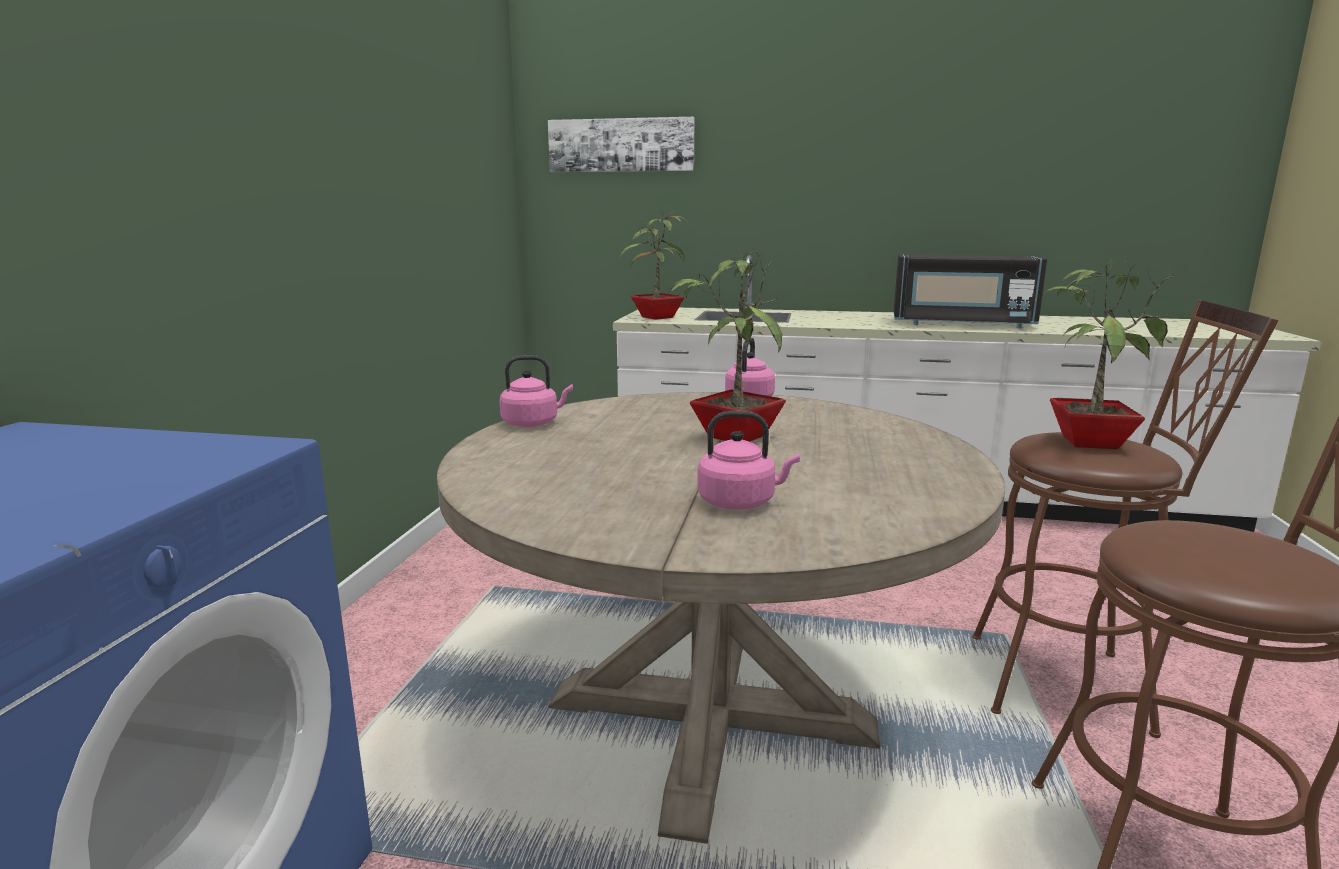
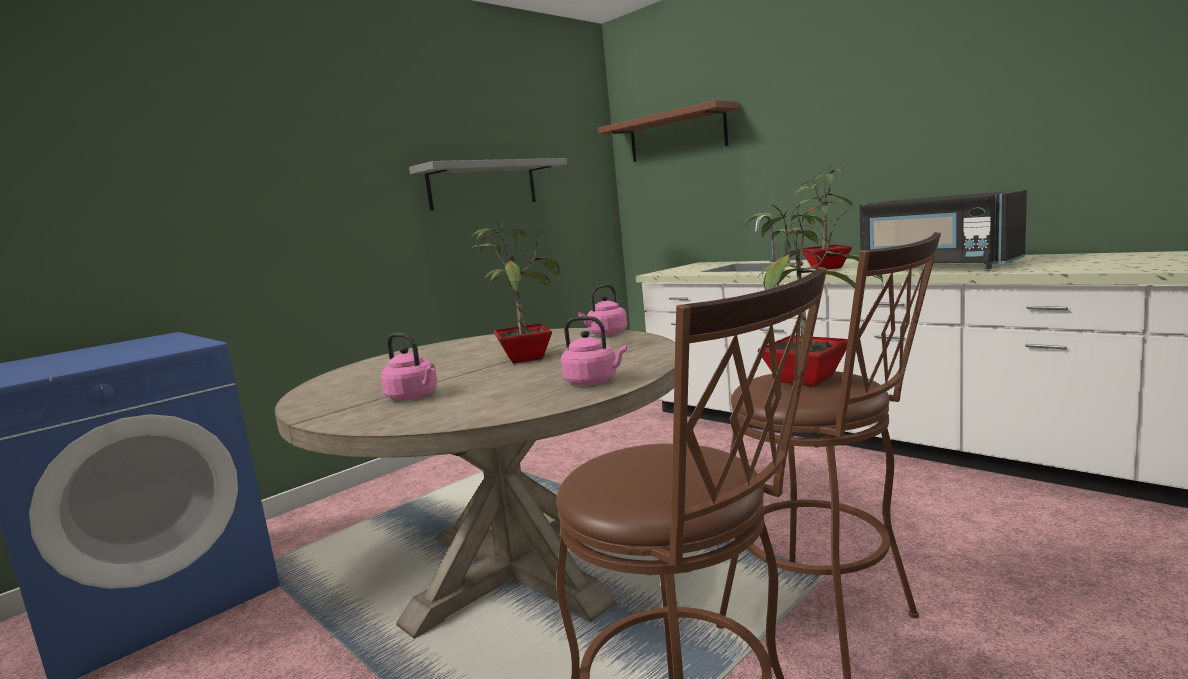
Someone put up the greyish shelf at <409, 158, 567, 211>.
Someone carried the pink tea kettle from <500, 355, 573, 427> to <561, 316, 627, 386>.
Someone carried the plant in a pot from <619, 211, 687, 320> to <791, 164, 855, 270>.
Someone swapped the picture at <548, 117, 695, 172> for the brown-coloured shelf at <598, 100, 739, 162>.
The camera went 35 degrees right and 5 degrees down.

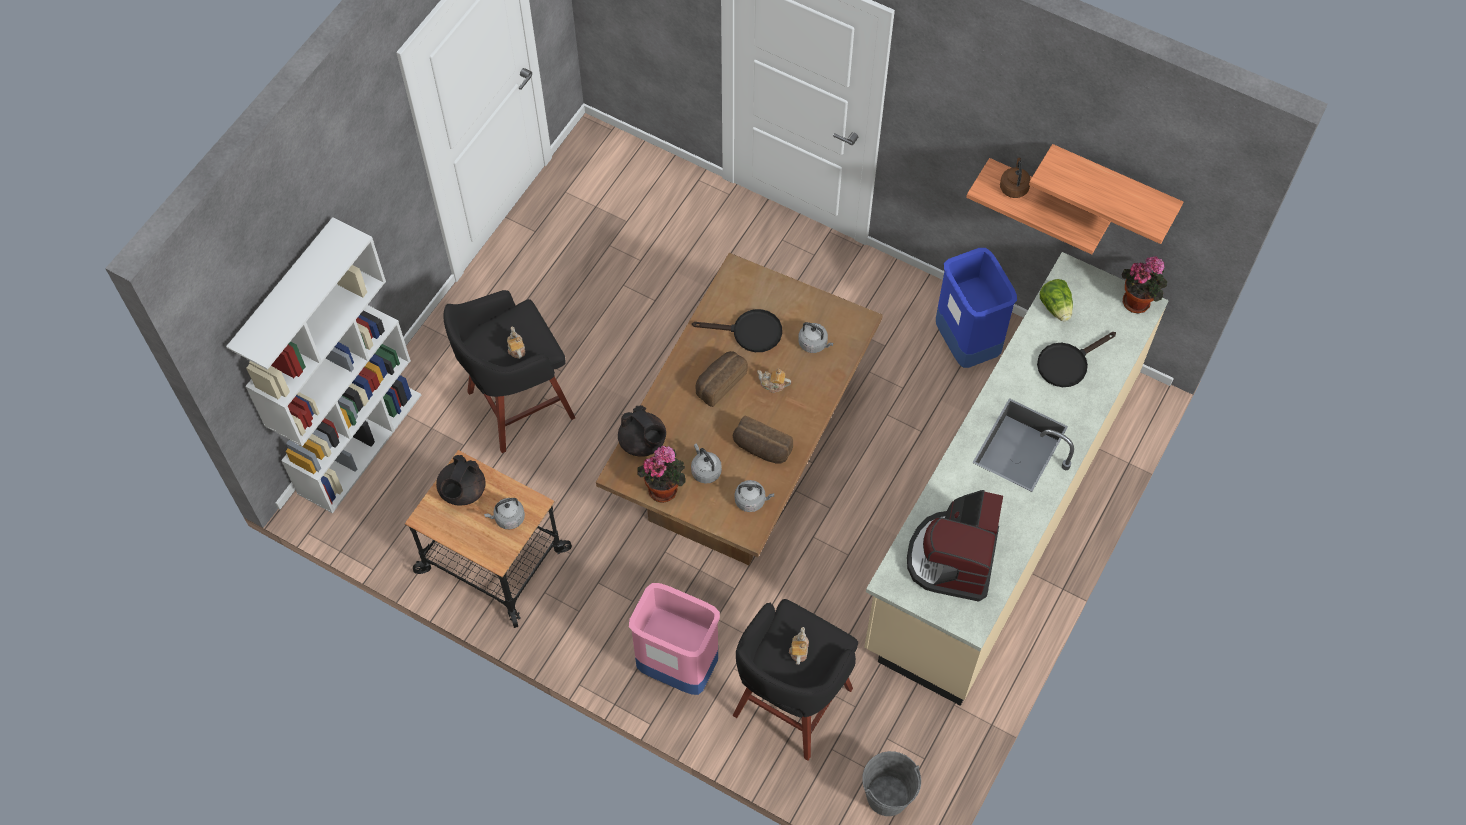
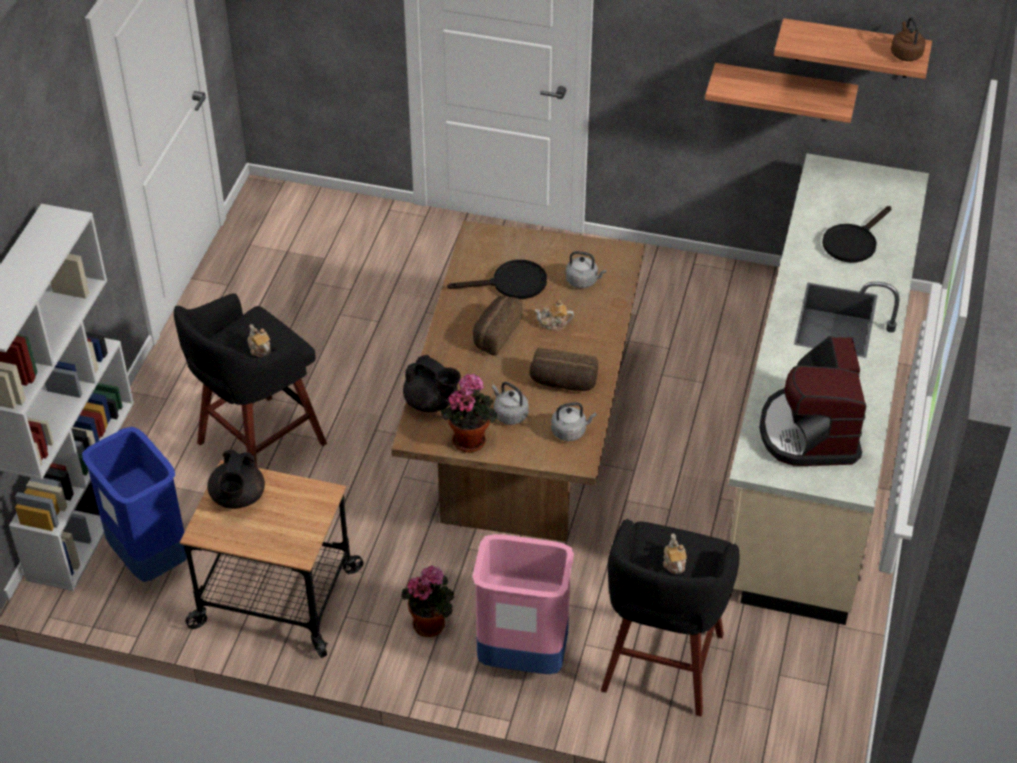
Someone took away the greyish tea kettle at <484, 498, 525, 530>.
Someone took away the greyish water bucket at <862, 751, 921, 816>.
Someone took away the head of lettuce at <1040, 279, 1073, 321>.
Someone carried the bluish rubbish bin from <936, 248, 1017, 368> to <82, 427, 187, 582>.
Someone carried the brown-coloured tea kettle from <1000, 158, 1031, 198> to <891, 17, 926, 61>.
Someone carried the plant in a pot from <1121, 256, 1167, 313> to <401, 565, 454, 637>.
The camera went 15 degrees left and 15 degrees down.

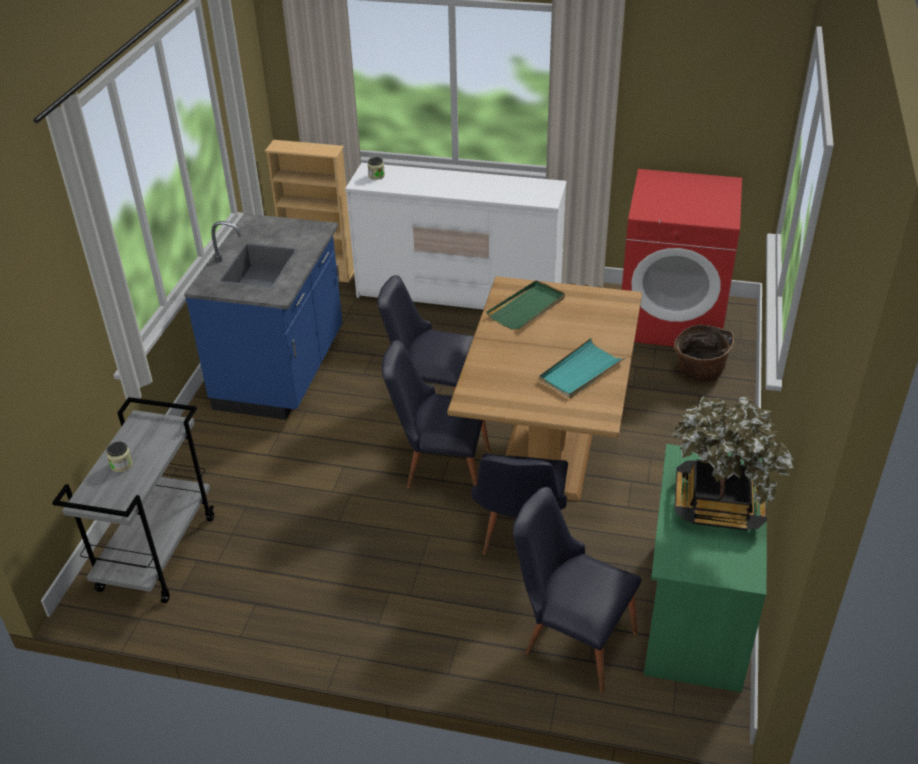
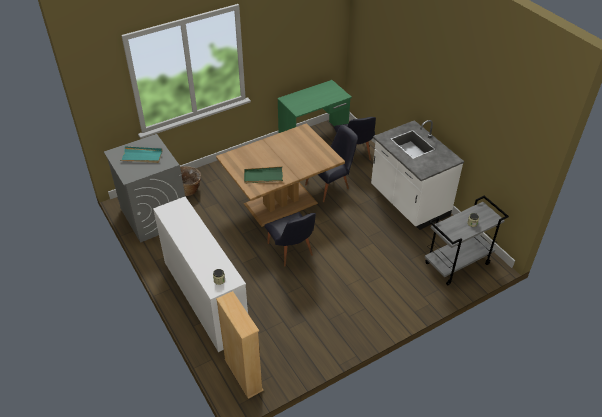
Someone took away the bluish kitchen base unit at <184, 214, 343, 420>.
Someone took away the blackish upright chair at <382, 340, 491, 489>.
Someone took away the plant in a pot at <672, 396, 794, 530>.
Someone put down the whitish kitchen base unit at <371, 120, 464, 230>.
Someone carried the turquoise-coloured carrying tray from <539, 338, 626, 398> to <120, 146, 163, 163>.
Someone repainted the red-coloured laundry appliance at <622, 169, 742, 347>, which became the greyish laundry appliance at <104, 134, 185, 243>.
The camera went 135 degrees left and 5 degrees up.

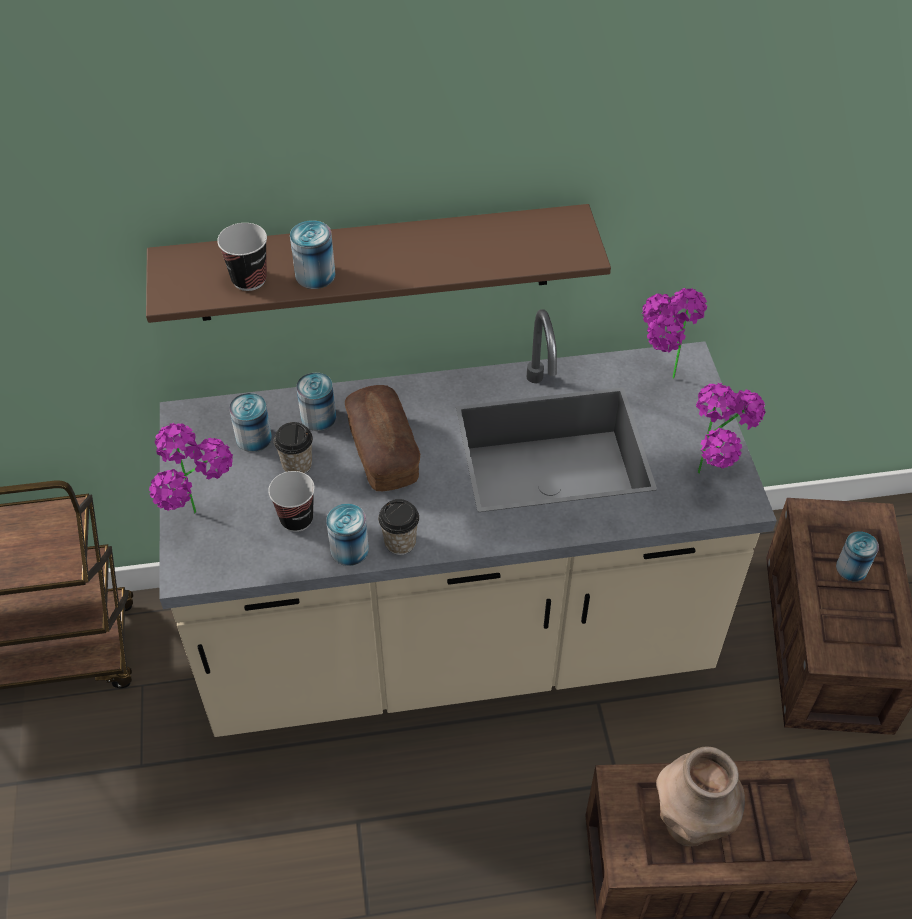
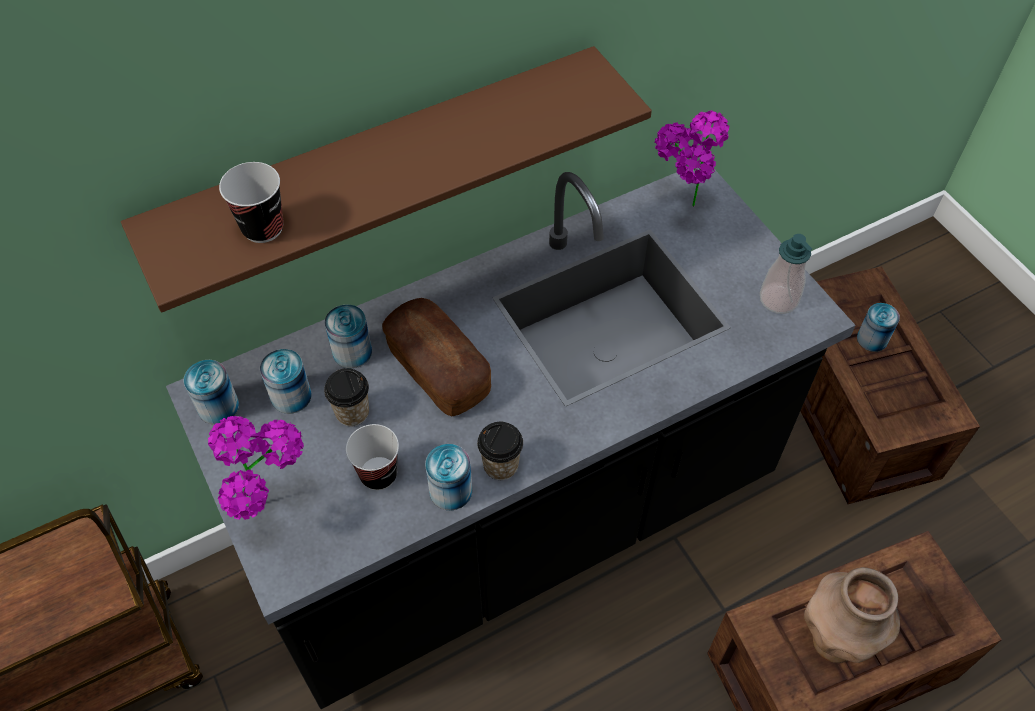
Someone carried the can from <290, 220, 336, 289> to <184, 360, 239, 425>.
Someone swapped the plant in a pot at <696, 382, 766, 474> for the liquid soap bottle at <760, 234, 812, 314>.
Someone repainted the beige-coloured kitchen base unit at <160, 309, 777, 737>, which became the blackish kitchen base unit at <166, 162, 856, 709>.
The camera went 20 degrees left and 5 degrees up.

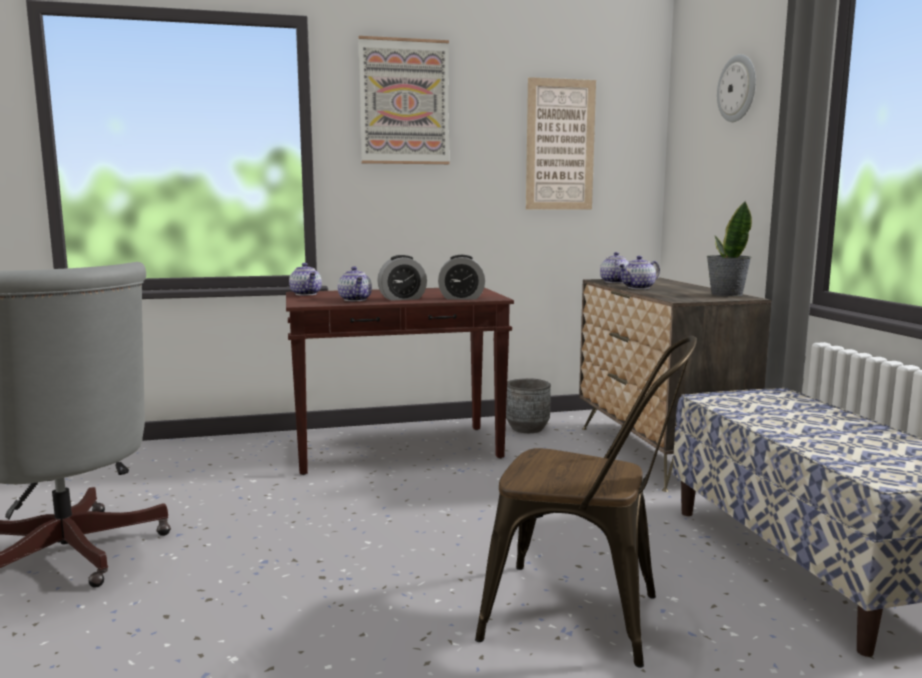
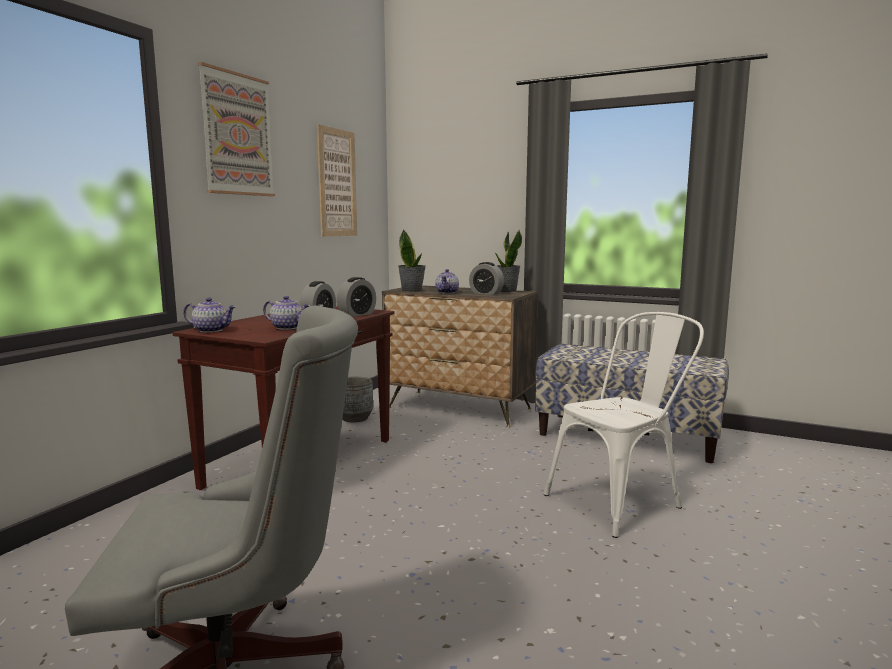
Someone took away the hanging clock at <717, 54, 756, 122>.
Someone put down the bedside clock at <469, 262, 504, 295>.
Someone swapped the tea pot at <600, 252, 629, 283> for the plant in a pot at <398, 229, 426, 292>.
Someone repainted the brown-coloured upright chair at <475, 336, 697, 668>, which became the whitish upright chair at <544, 312, 704, 538>.
The camera went 50 degrees left and 0 degrees up.

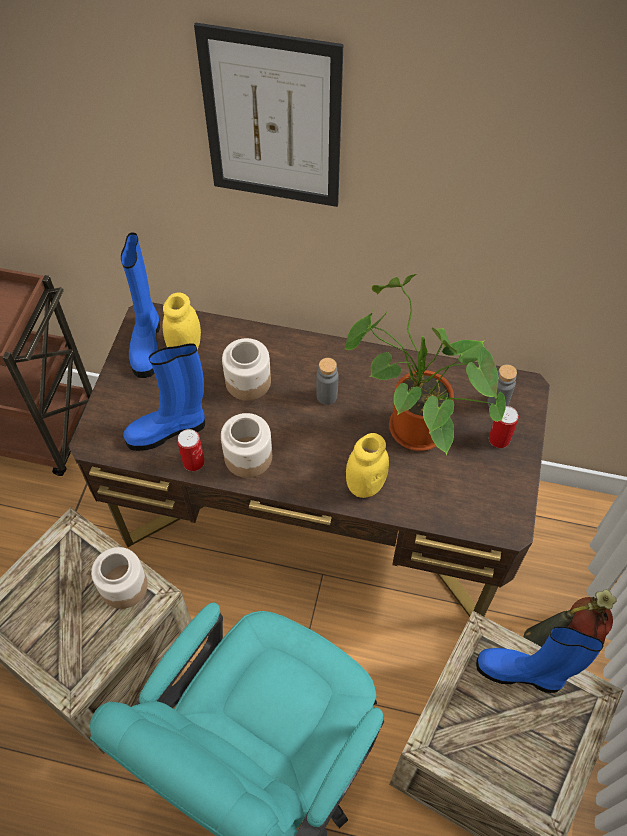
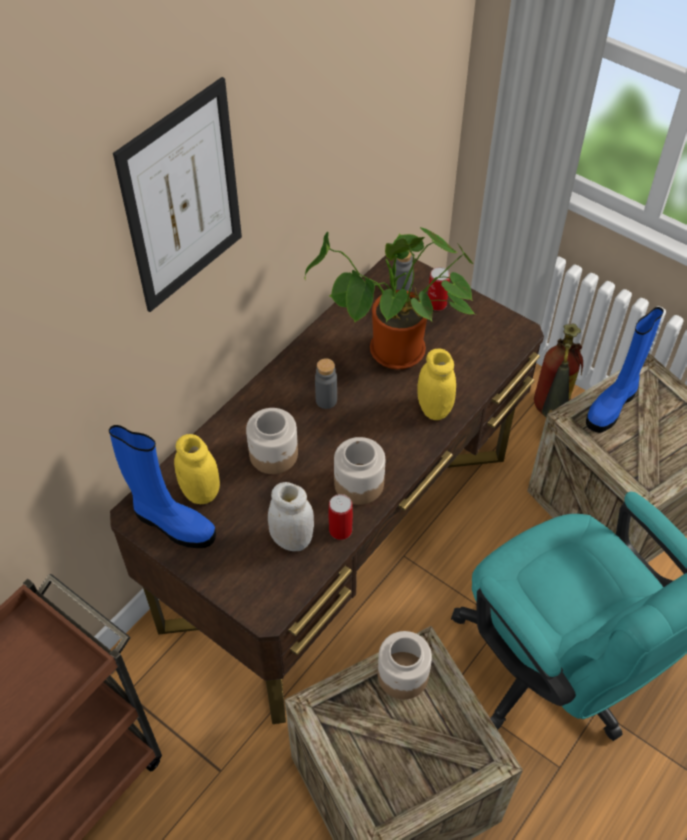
Someone swapped the bluish tall boot at <123, 343, 205, 451> for the whitish storage jar at <268, 482, 314, 551>.
The camera went 65 degrees left and 5 degrees down.

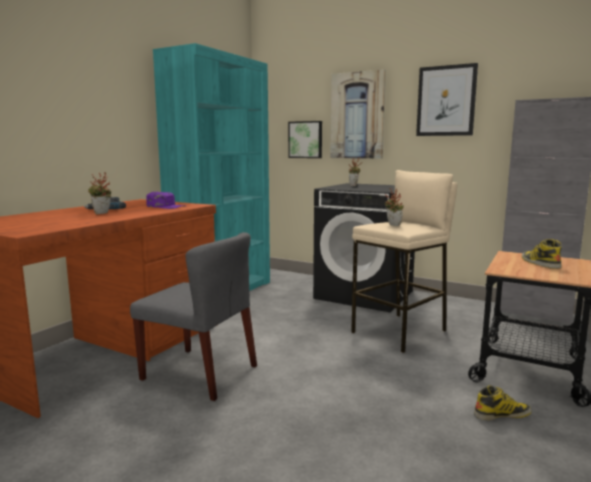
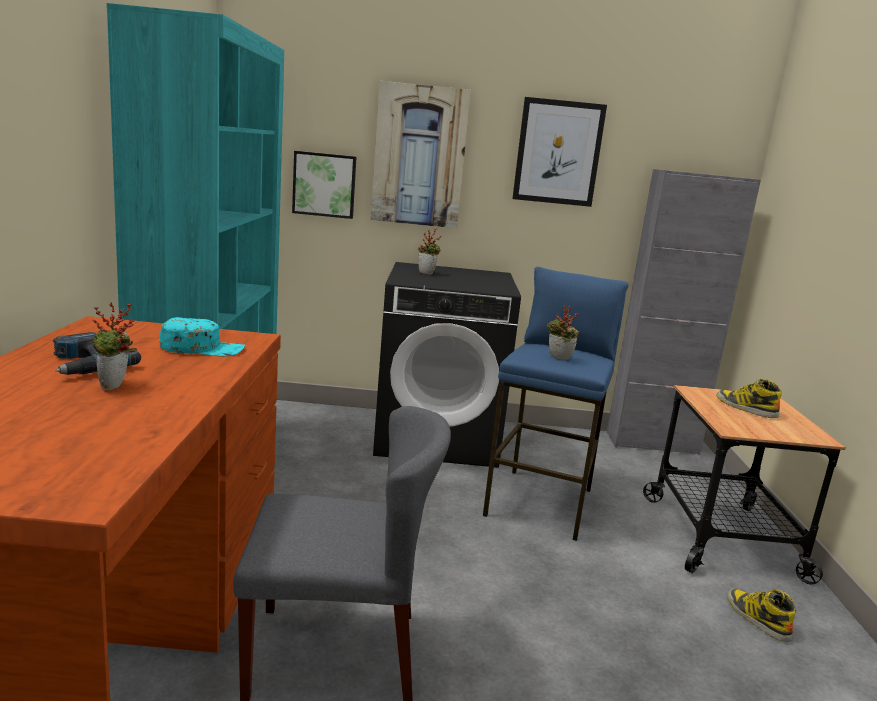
Someone repainted the purple baseball cap at <146, 192, 186, 209>, which became the turquoise-coloured baseball cap at <160, 317, 245, 357>.
Someone repainted the beige-coloured sitting stool at <351, 170, 457, 353>, which became the bluish sitting stool at <483, 267, 628, 541>.
Someone rotated the tall boot at <474, 385, 532, 420> by 75 degrees counterclockwise.
The camera went 30 degrees left and 5 degrees up.

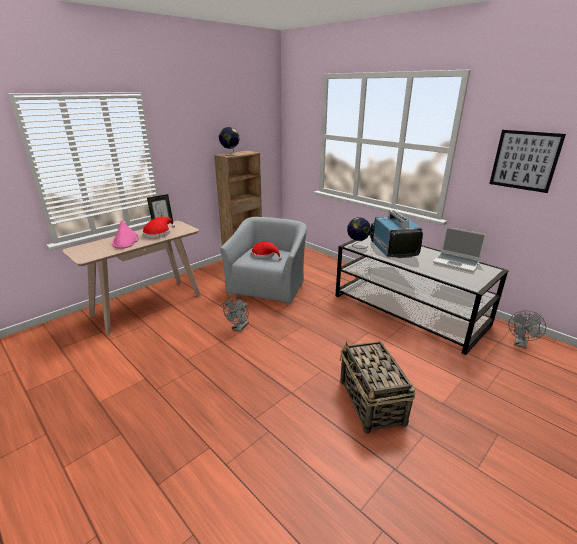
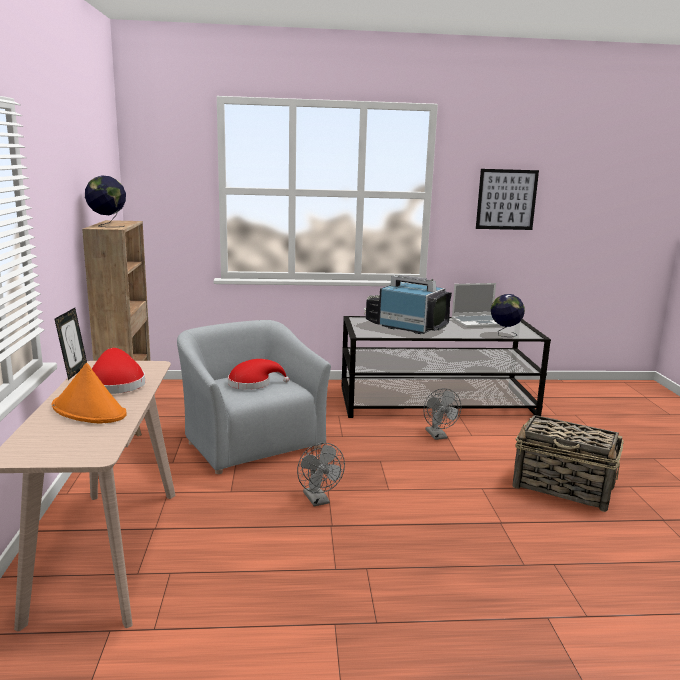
Someone carried the desk globe from <347, 217, 371, 249> to <491, 294, 525, 337>.
Someone carried the greyish fan from <508, 311, 546, 348> to <424, 388, 461, 440>.
Someone repainted the pink clothing hat at <112, 220, 139, 249>, which became the orange clothing hat at <52, 363, 127, 424>.
The camera went 50 degrees left and 10 degrees down.

